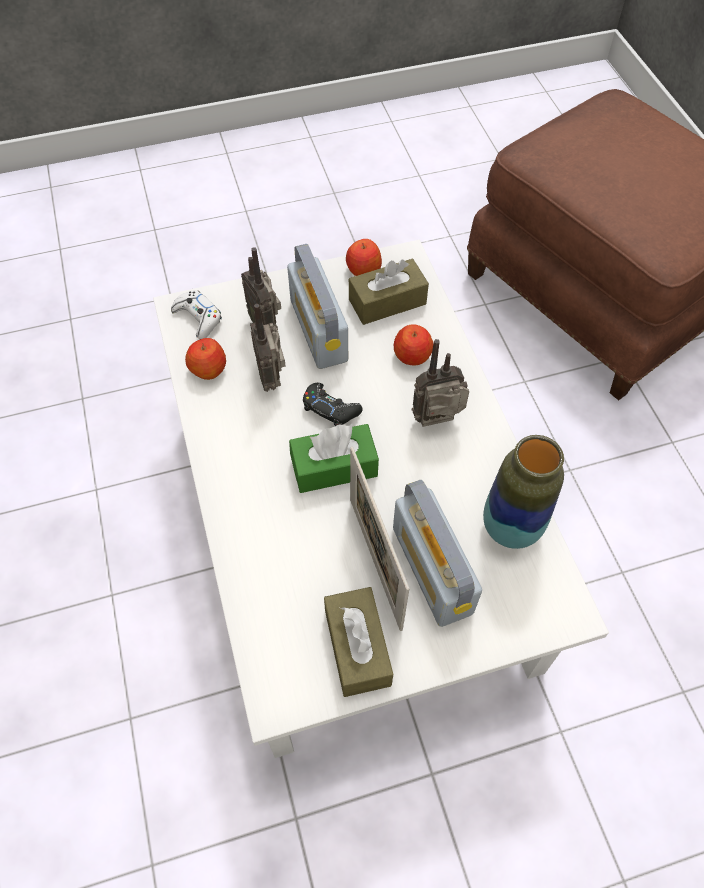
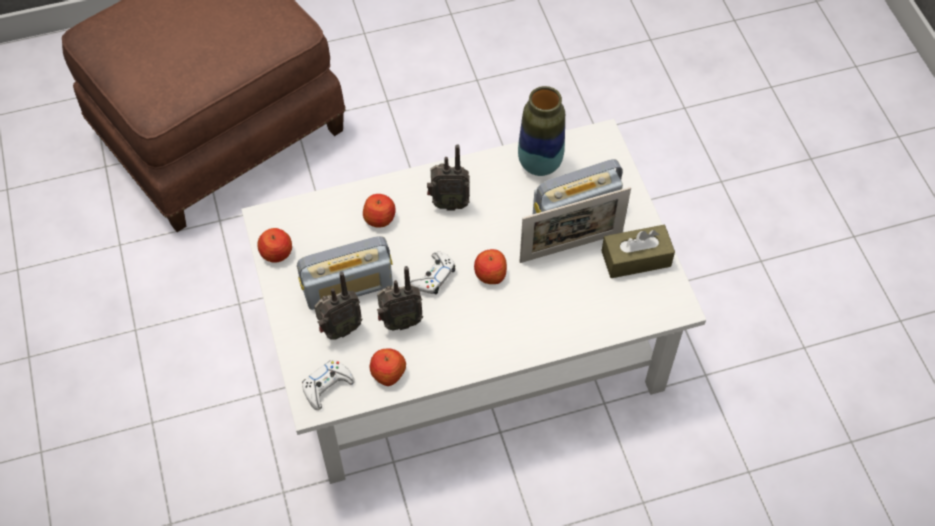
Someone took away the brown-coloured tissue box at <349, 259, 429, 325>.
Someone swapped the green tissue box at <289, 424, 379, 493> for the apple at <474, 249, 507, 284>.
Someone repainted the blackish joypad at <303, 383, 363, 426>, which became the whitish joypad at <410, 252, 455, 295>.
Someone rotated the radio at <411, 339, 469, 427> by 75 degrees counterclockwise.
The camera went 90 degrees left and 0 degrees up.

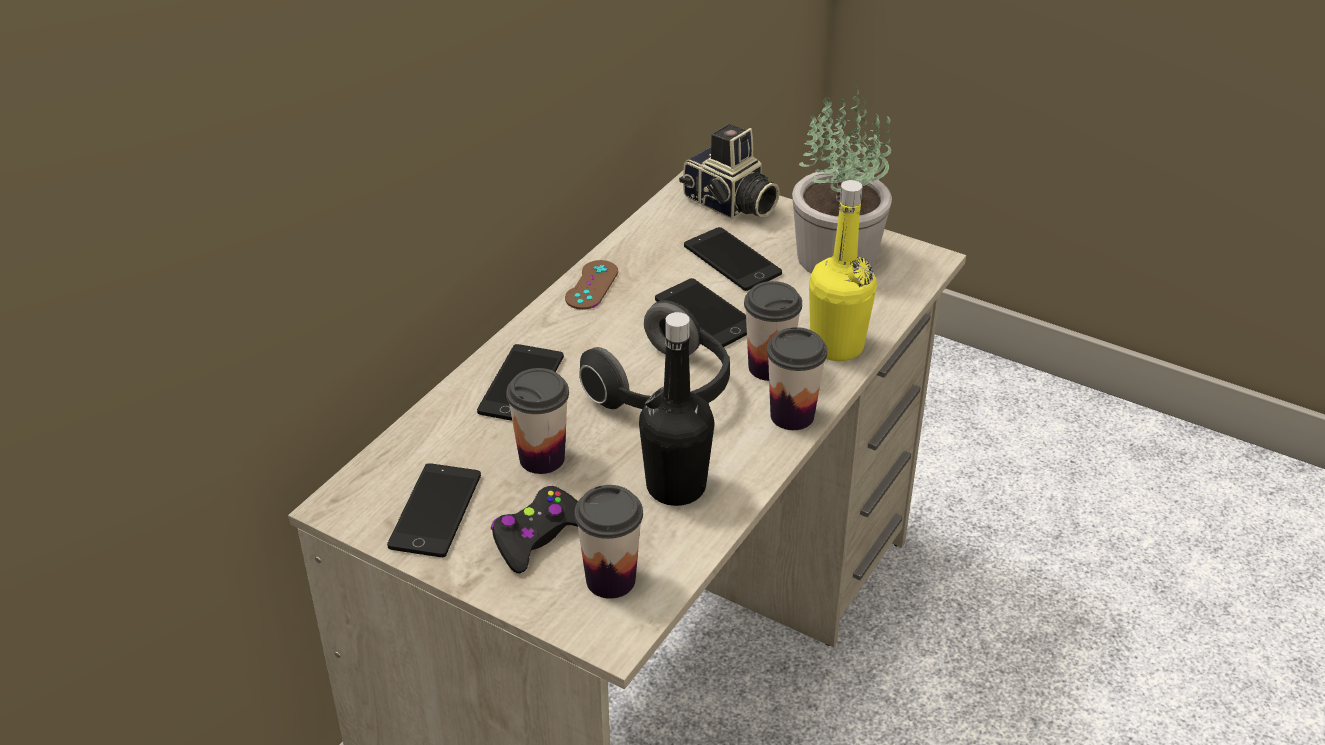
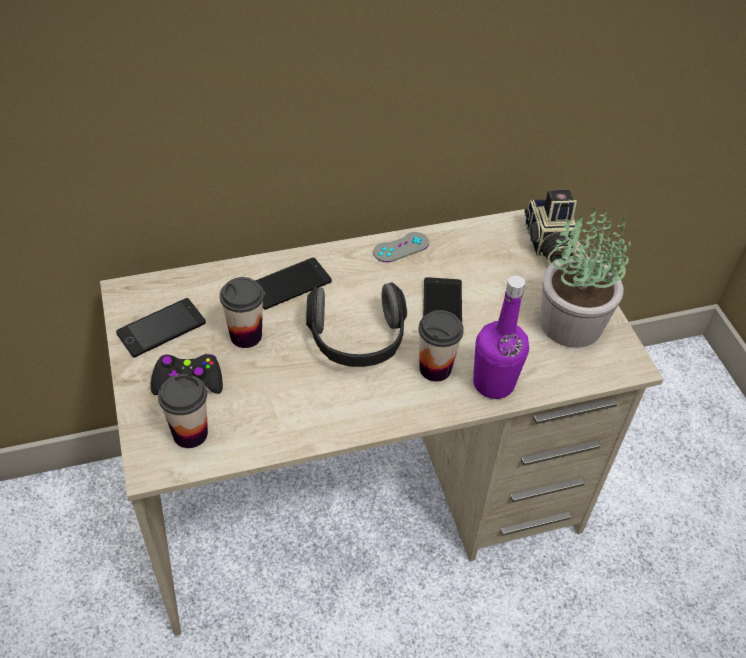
Someone took away the blackish drink bottle at <639, 312, 714, 506>.
Someone took away the phone at <684, 227, 782, 291>.
Someone took away the small cup at <767, 327, 827, 430>.
Someone repainted the brown-coloured joypad at <565, 260, 618, 310>, which became the greyish joypad at <373, 232, 429, 263>.
Someone repainted the yellowish drink bottle at <809, 180, 877, 361>, which became the purple drink bottle at <473, 276, 529, 399>.
The camera went 40 degrees right and 10 degrees up.

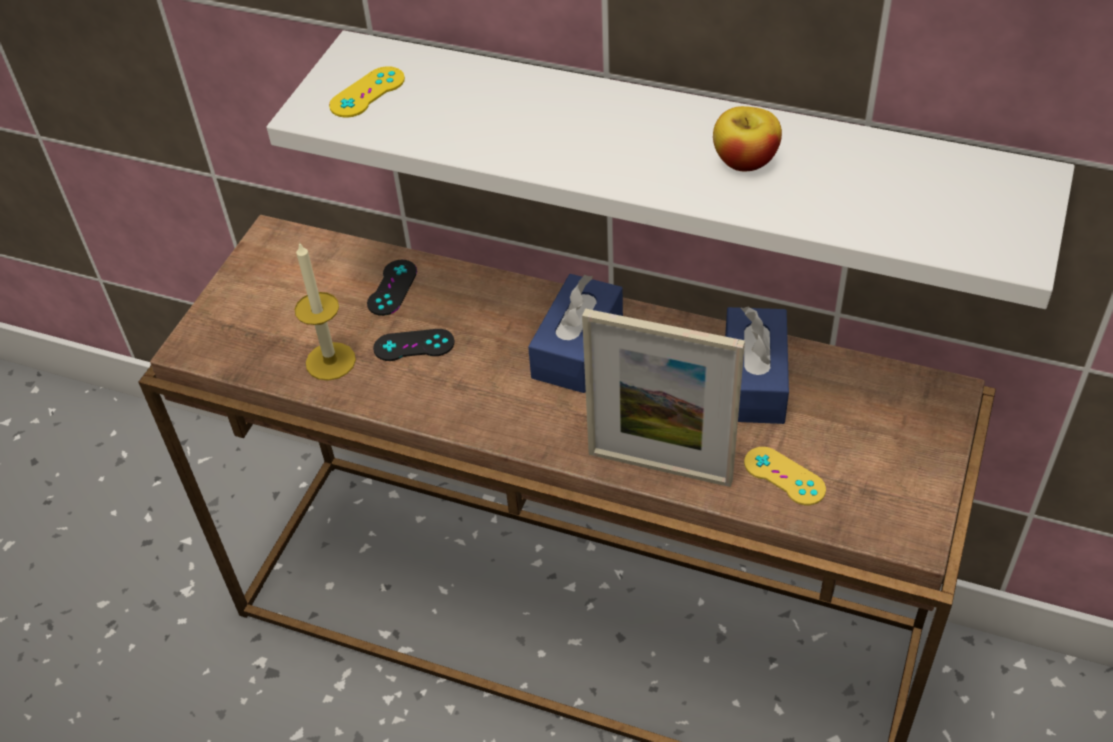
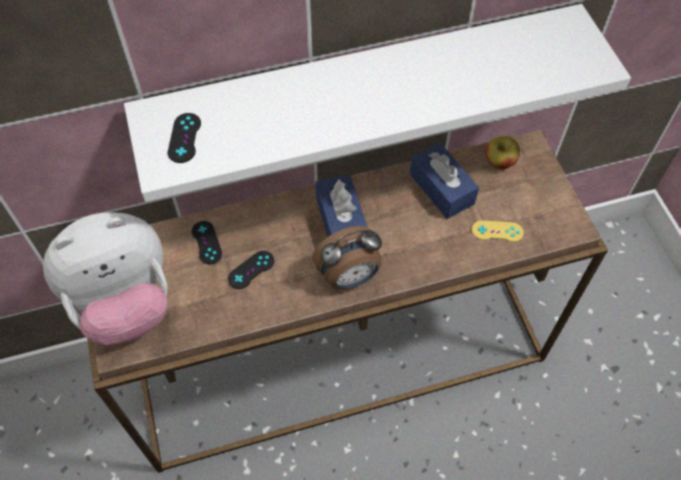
Someone took away the wax candle at <294, 241, 356, 381>.
Someone took away the picture frame at <582, 308, 745, 487>.
Someone put down the soft toy at <43, 212, 168, 345>.
Someone put down the bedside clock at <312, 226, 382, 289>.
Someone carried the apple from <713, 106, 782, 171> to <485, 136, 520, 169>.
Someone repainted the yellowish joypad at <329, 66, 405, 117>, which became the blackish joypad at <168, 113, 201, 163>.
The camera went 40 degrees left and 10 degrees up.

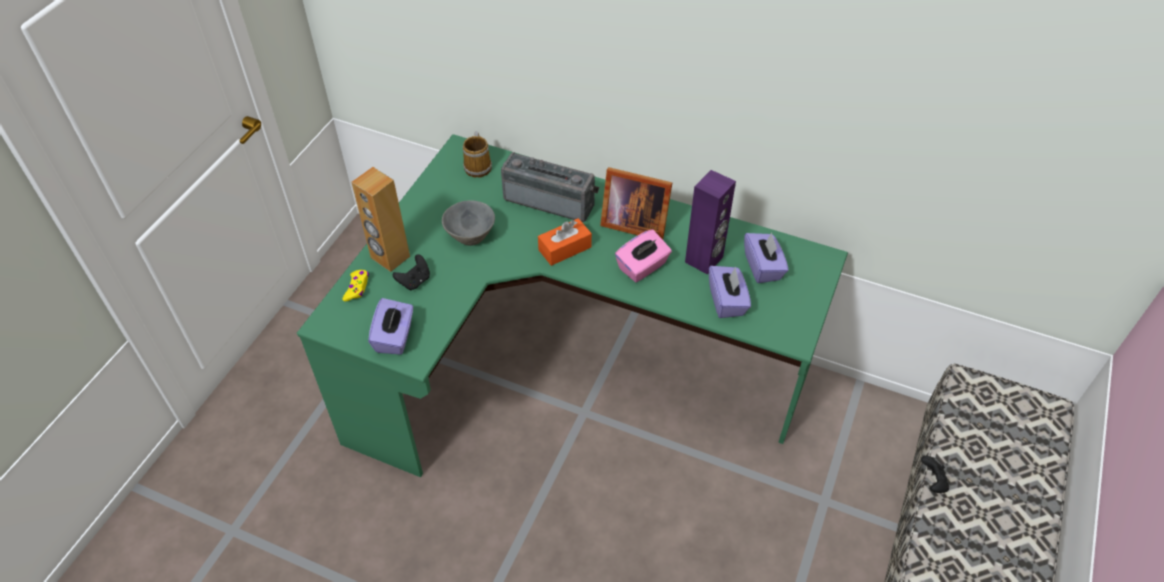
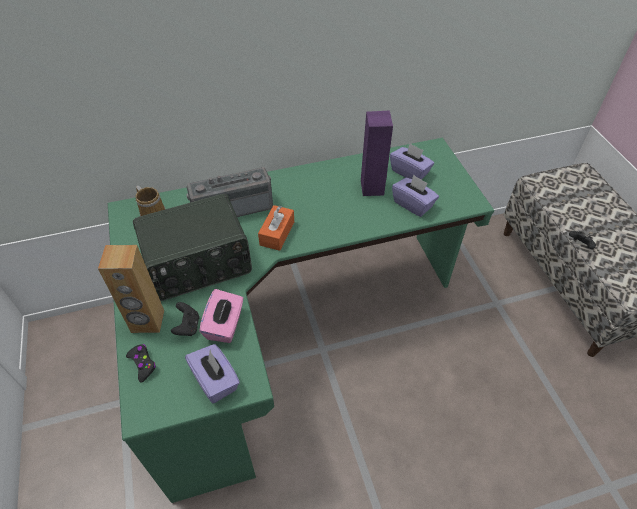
Someone took away the picture frame at <600, 167, 672, 240>.
Someone carried the pink tissue box from <615, 229, 672, 282> to <199, 289, 243, 343>.
Someone swapped the greyish serving bowl at <442, 200, 495, 246> for the radio at <133, 194, 252, 301>.
Someone repainted the yellowish joypad at <342, 270, 369, 302>, which became the blackish joypad at <126, 344, 156, 382>.
The camera went 40 degrees left and 0 degrees up.

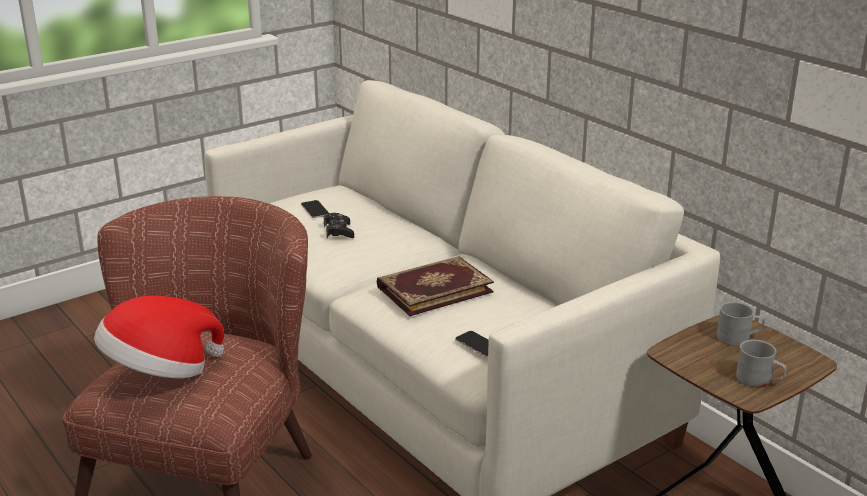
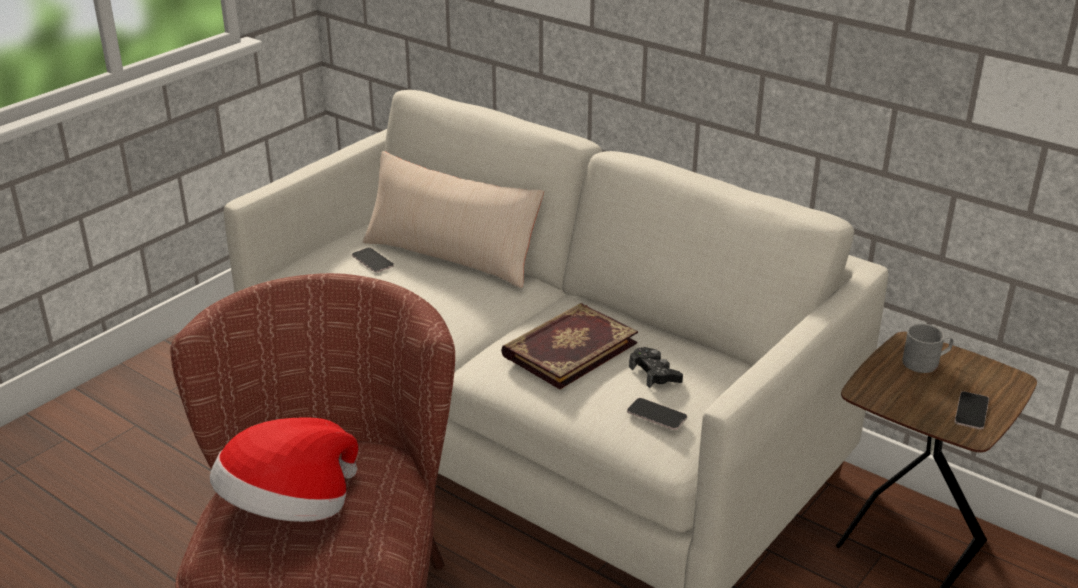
Someone put down the beige-coloured throw pillow at <363, 151, 544, 288>.
Someone carried the blackish joypad from <324, 213, 354, 238> to <629, 347, 683, 388>.
Someone swapped the greyish coffee mug at <736, 340, 787, 387> for the phone at <955, 391, 989, 430>.
The camera went 15 degrees left and 5 degrees up.

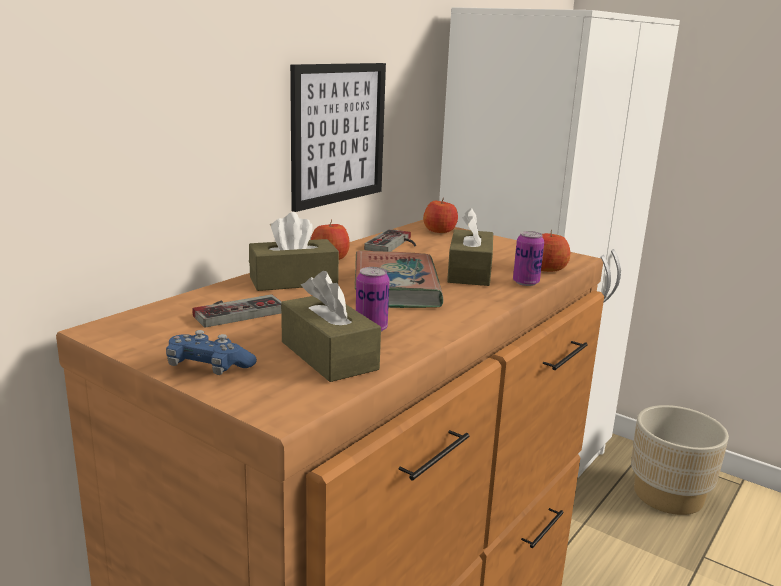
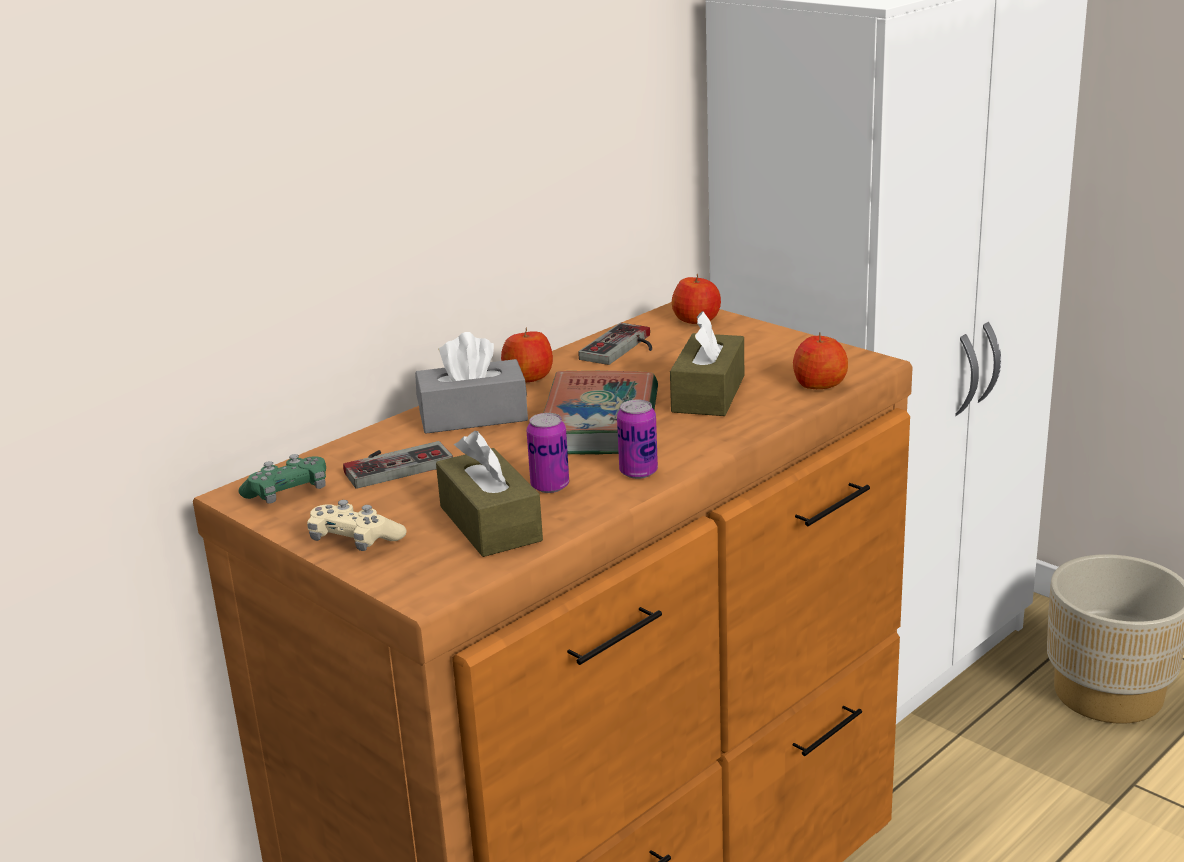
Someone took away the picture at <290, 63, 386, 212>.
Someone put down the green joypad at <239, 454, 326, 504>.
Someone carried the can from <513, 231, 544, 286> to <617, 400, 658, 479>.
Someone repainted the bluish joypad at <166, 330, 257, 375>, which became the beige-coloured joypad at <307, 500, 407, 551>.
Someone repainted the brown-coloured tissue box at <249, 212, 339, 291>, which became the greyish tissue box at <415, 332, 528, 434>.
The camera went 10 degrees right and 5 degrees up.

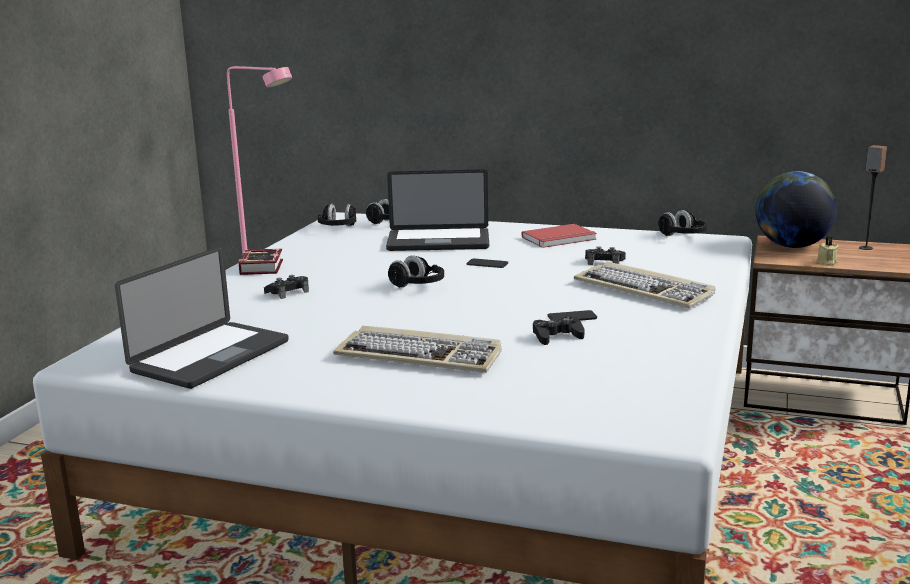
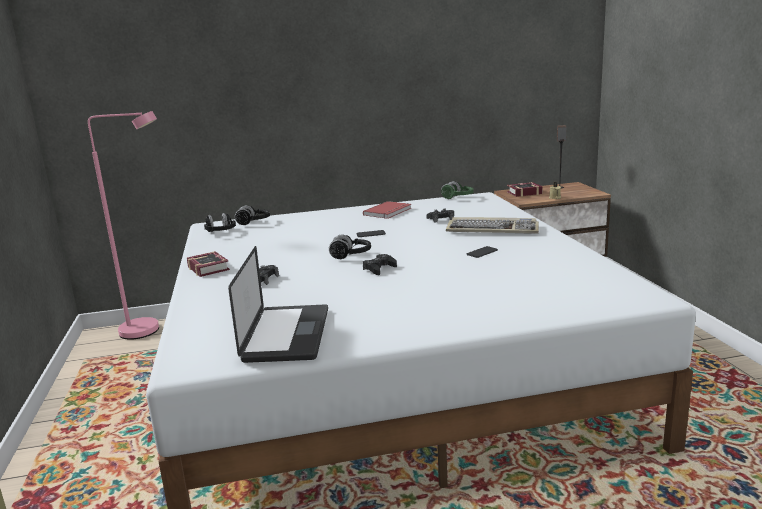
Someone took away the keyboard at <333, 326, 502, 373>.
Someone took away the portable computer at <386, 169, 489, 251>.
Someone carried the blackish joypad from <533, 316, 584, 345> to <363, 254, 397, 275>.
Someone swapped the desk globe at <756, 171, 837, 248> for the book at <507, 182, 542, 197>.
Someone repainted the blackish headphones at <658, 210, 707, 236>, which became the green headphones at <441, 181, 473, 199>.
The camera went 30 degrees left and 0 degrees up.

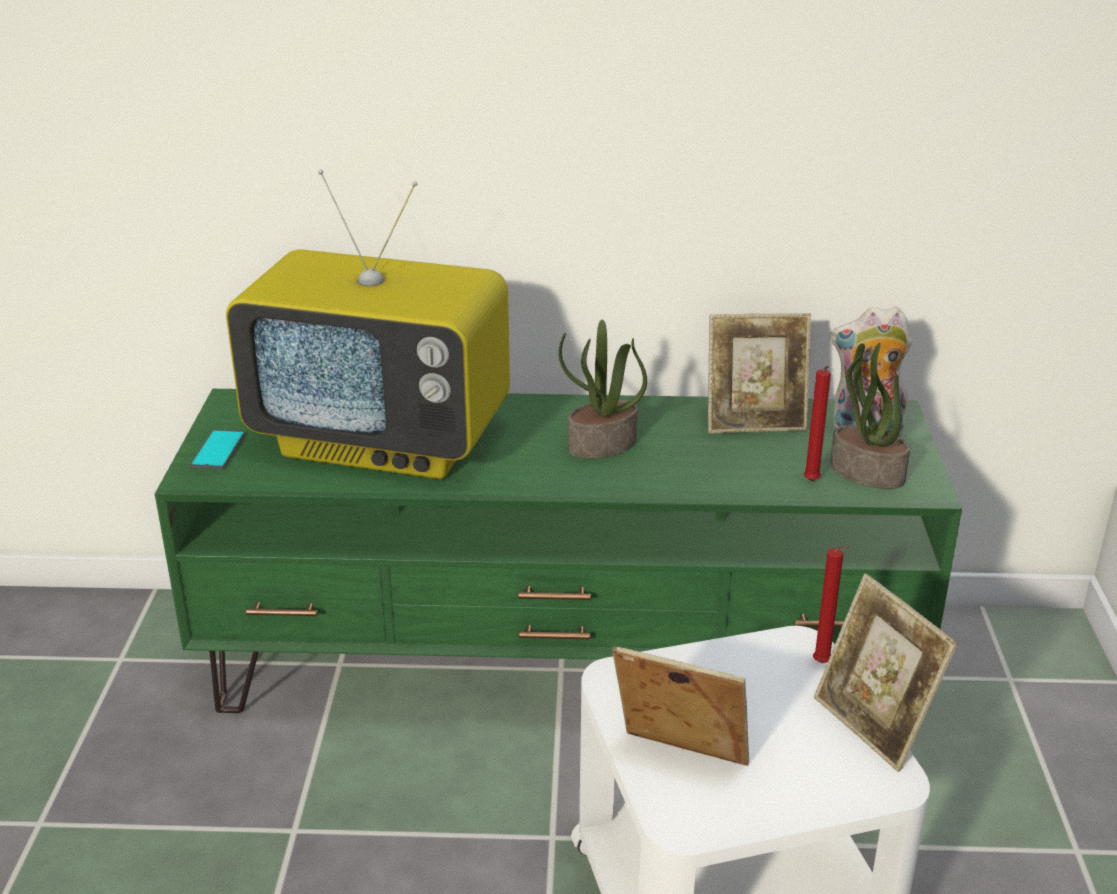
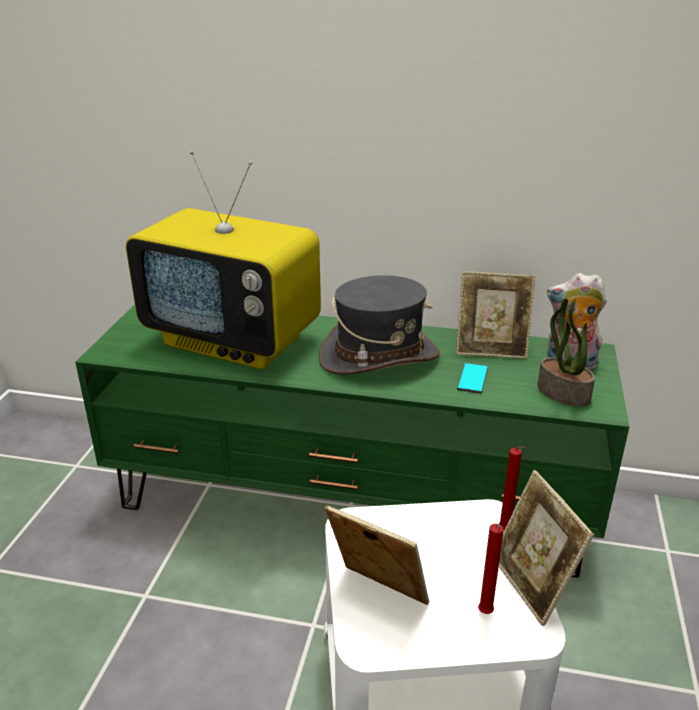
Someone carried the phone from <190, 429, 245, 469> to <457, 362, 488, 394>.
Someone carried the red-coloured wax candle from <804, 365, 831, 481> to <478, 524, 504, 614>.
Someone swapped the plant in a pot at <558, 320, 647, 459> for the greyish clothing hat at <319, 275, 440, 375>.
The camera went 10 degrees right and 0 degrees up.

